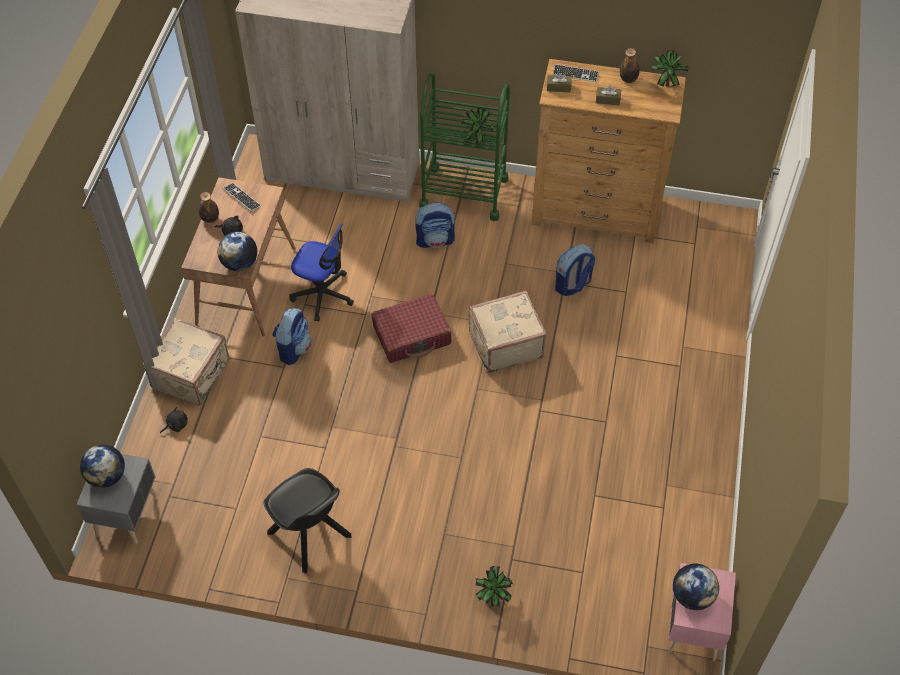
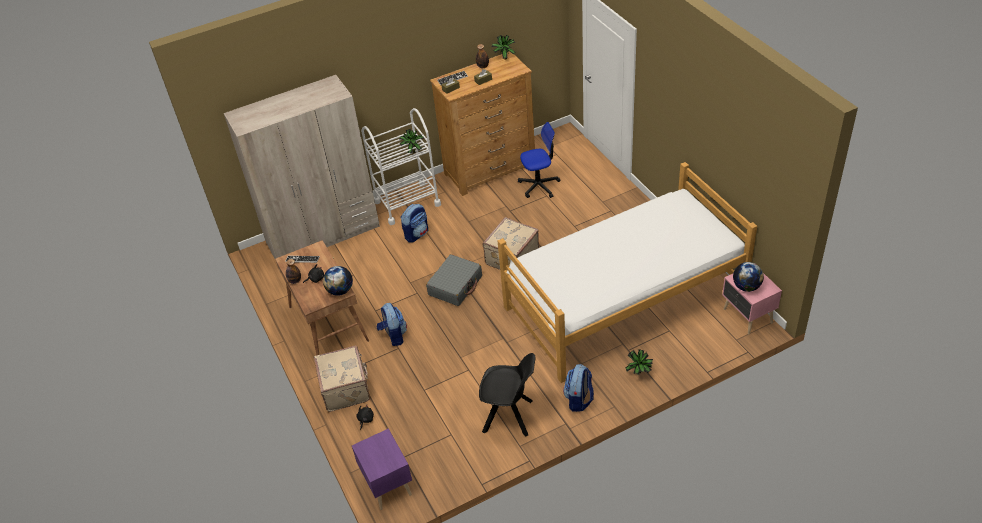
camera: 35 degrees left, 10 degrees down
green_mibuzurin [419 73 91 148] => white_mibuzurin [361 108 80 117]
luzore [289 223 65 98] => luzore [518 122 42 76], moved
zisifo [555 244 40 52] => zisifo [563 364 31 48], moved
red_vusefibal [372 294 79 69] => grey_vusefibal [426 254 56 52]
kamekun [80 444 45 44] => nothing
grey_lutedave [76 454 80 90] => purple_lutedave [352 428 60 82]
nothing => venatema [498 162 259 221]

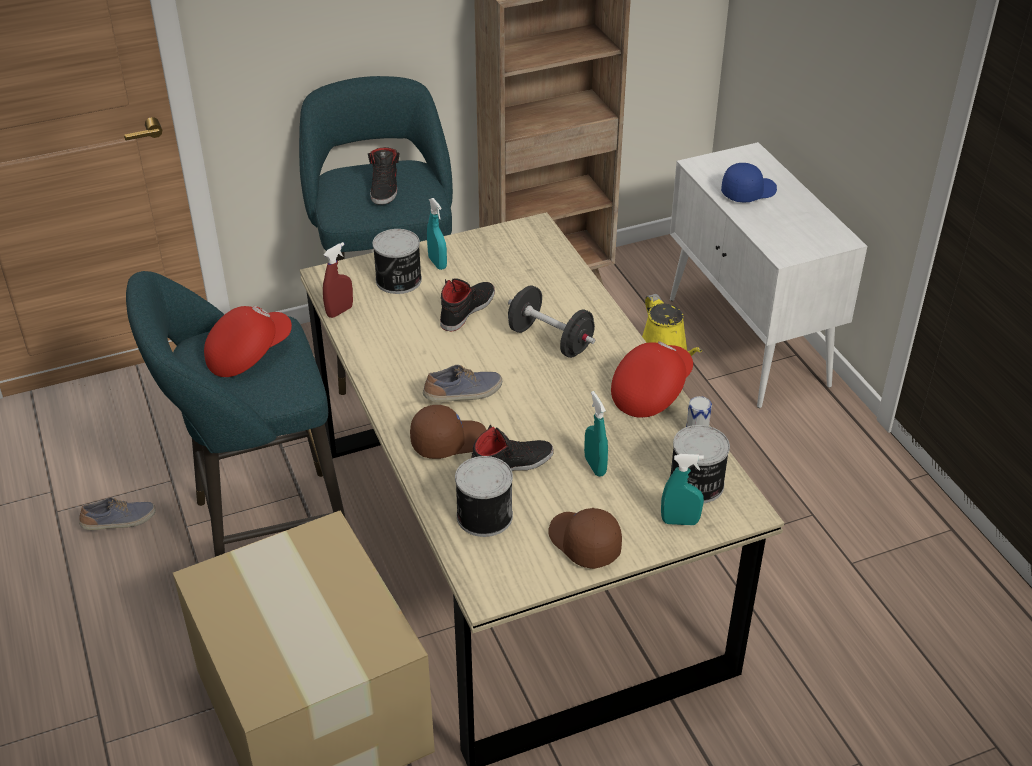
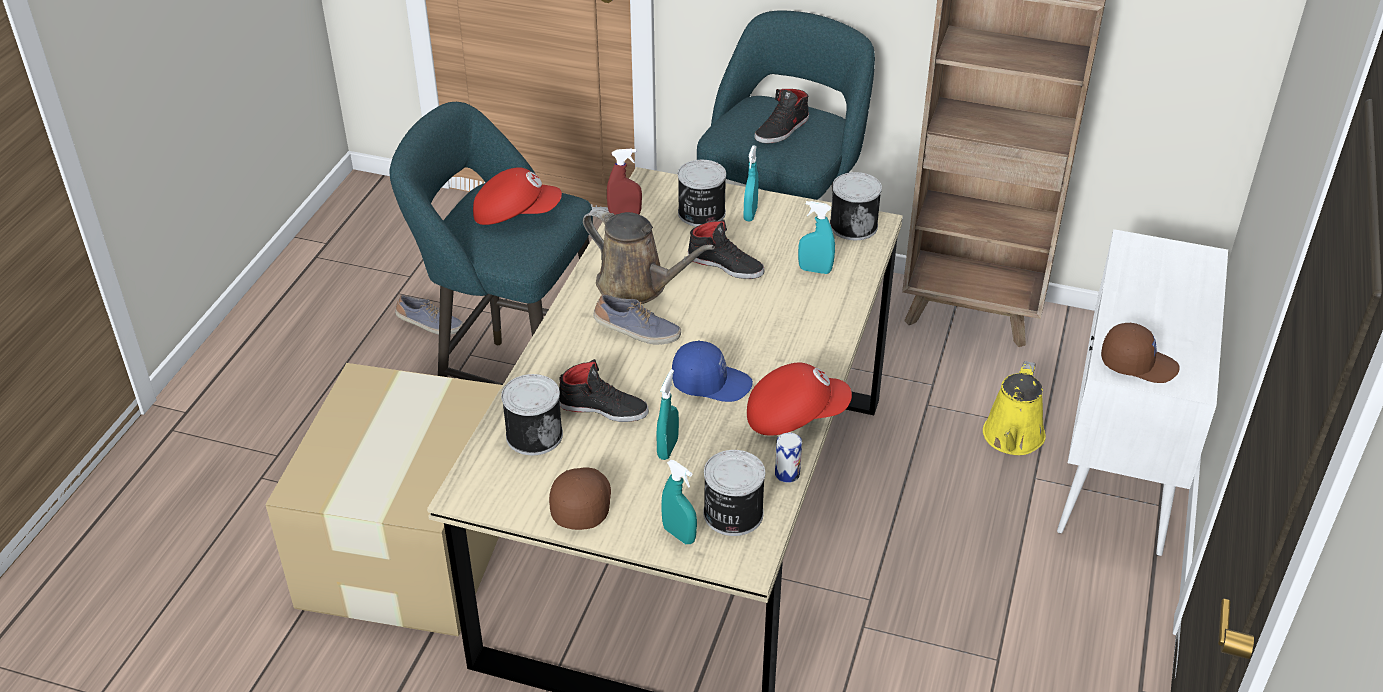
camera: 40 degrees right, 0 degrees up
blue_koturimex [721 163 56 39] => blue_koturimex [672 341 81 61], moved
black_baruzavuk [440 278 55 54] => black_baruzavuk [688 219 76 60], 45 degrees clockwise
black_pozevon [508 285 87 73] => nothing
brown_koturimex [410 405 77 54] => brown_koturimex [1101 323 79 60], moved
nothing => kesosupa [830 172 52 68]
nothing => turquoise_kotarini [798 201 37 73]
nothing => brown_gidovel [583 208 132 96]

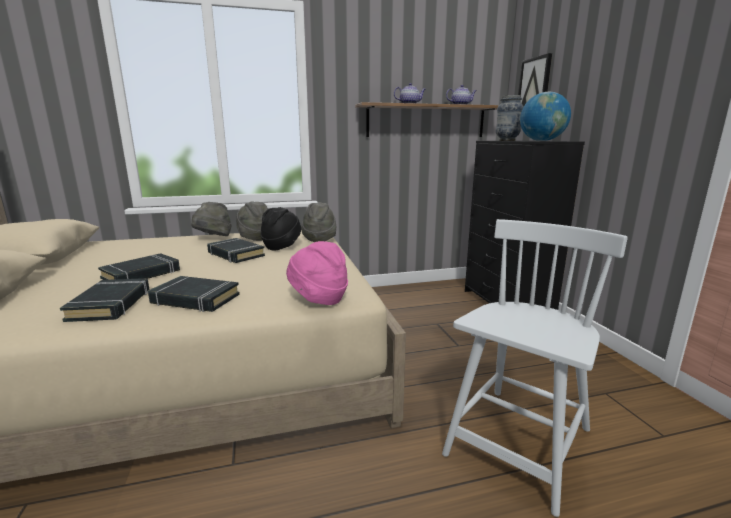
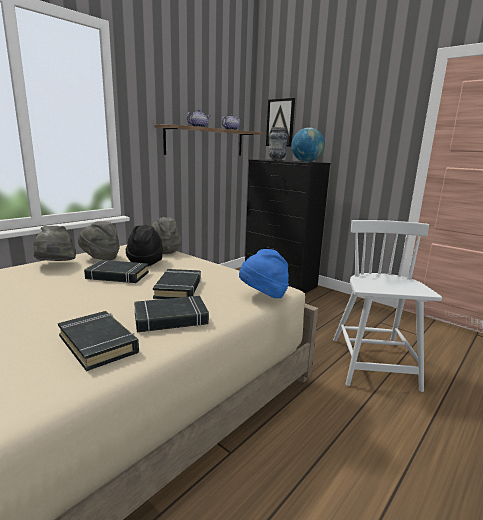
camera: 35 degrees left, 0 degrees up
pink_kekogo [286 241 62 64] => blue_kekogo [239 249 50 49]
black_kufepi [98 253 82 27] => black_kufepi [153 269 48 30], moved

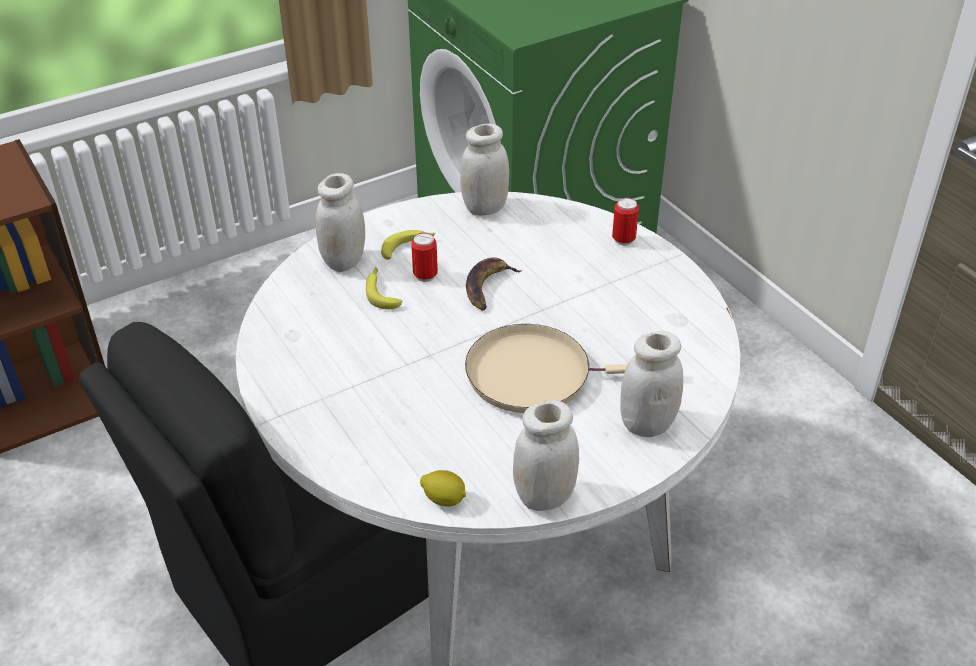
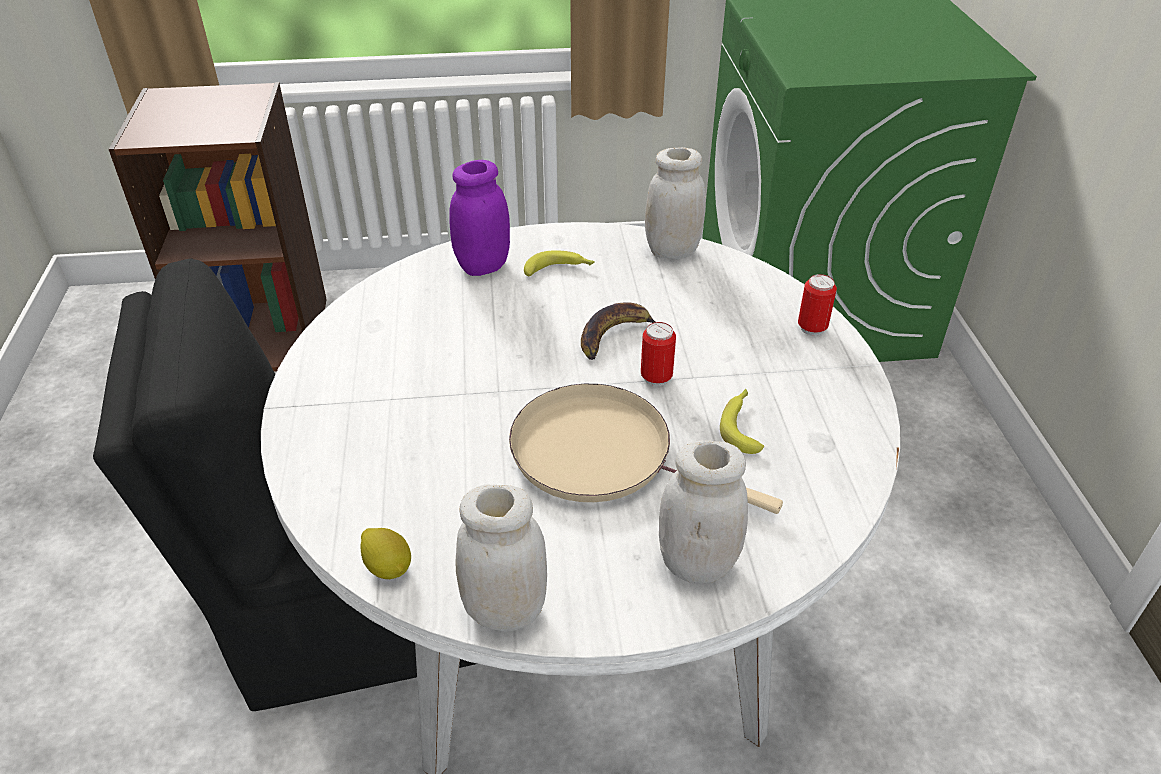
camera: 25 degrees right, 0 degrees up
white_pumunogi [316 173 49 99] => purple_pumunogi [449 160 61 116]
kesosupa [411 233 27 49] => kesosupa [641 322 35 64], moved
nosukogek [366 267 37 42] => nosukogek [720 389 44 65], moved

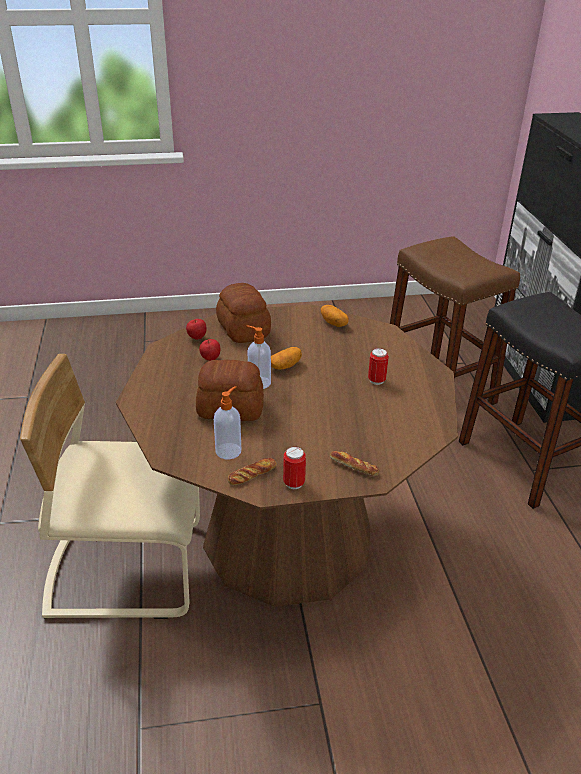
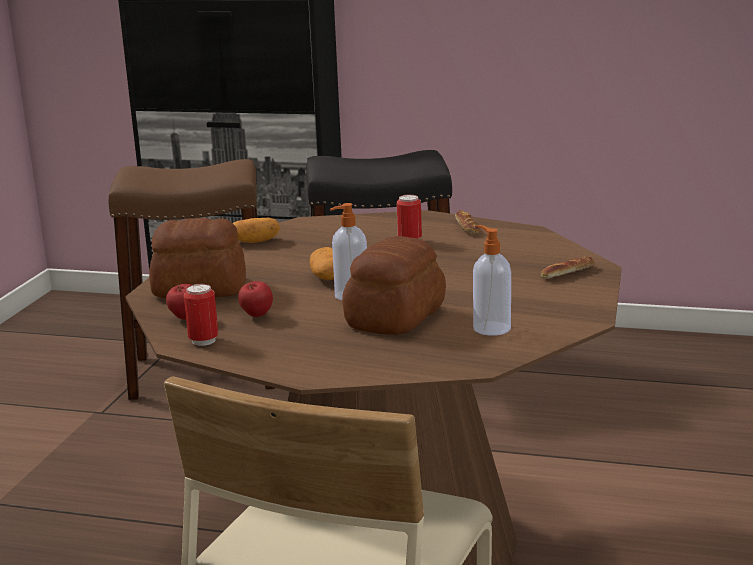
camera: 65 degrees left, 15 degrees down
kesosupa [283 446 23 43] => kesosupa [184 284 34 62], moved
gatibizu [228 458 49 27] => gatibizu [455 210 25 24], moved

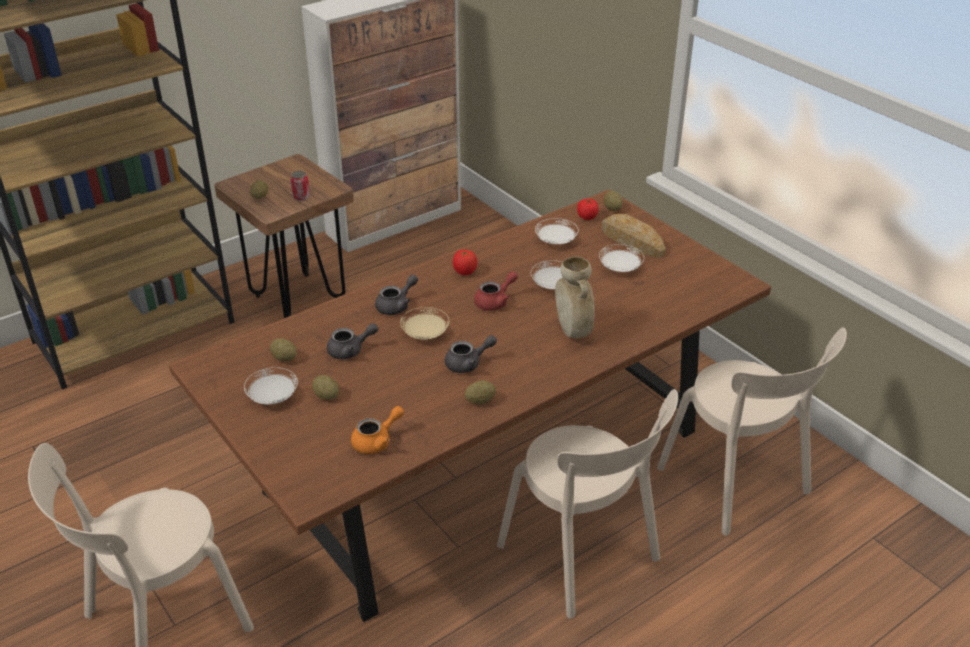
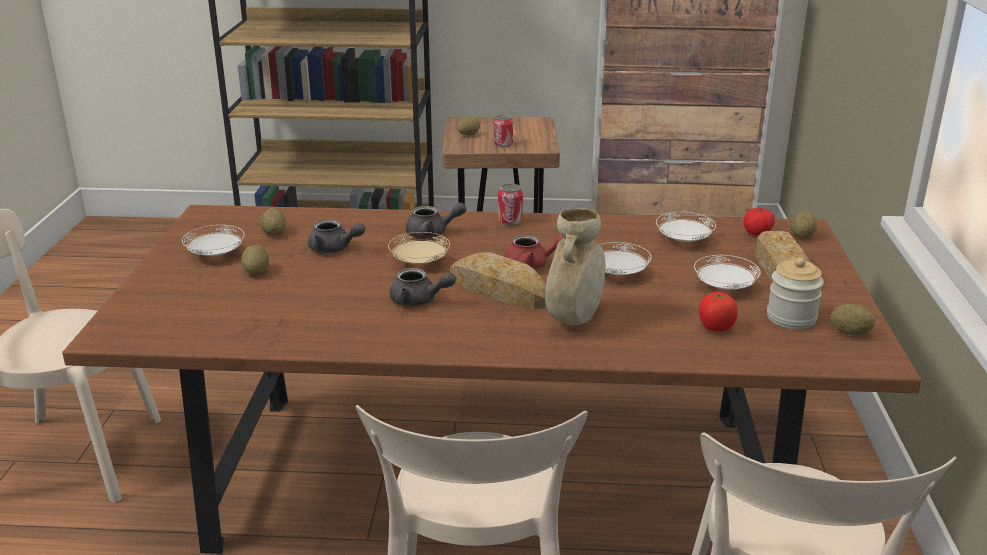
camera: 40 degrees right, 10 degrees down
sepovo [453 250 24 25] => sepovo [699 292 39 40], moved
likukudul [465 380 31 24] => likukudul [830 304 45 32], moved
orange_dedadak [351 406 53 48] => nothing
nothing => kesosupa [498 184 25 42]
nothing => gatibizu [450 252 96 58]
nothing => pumunogi [767 258 57 71]

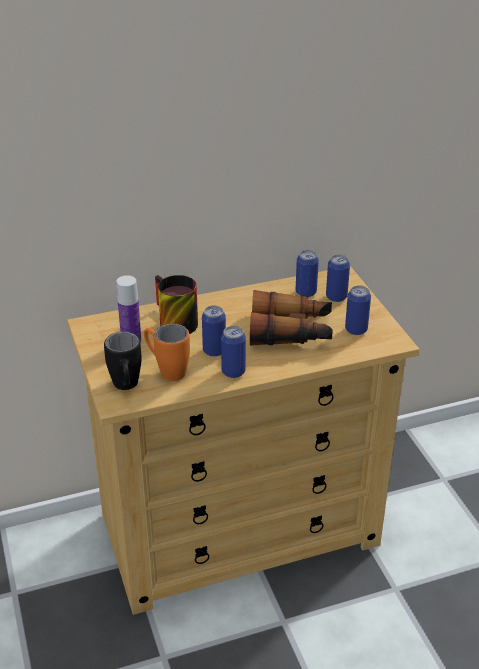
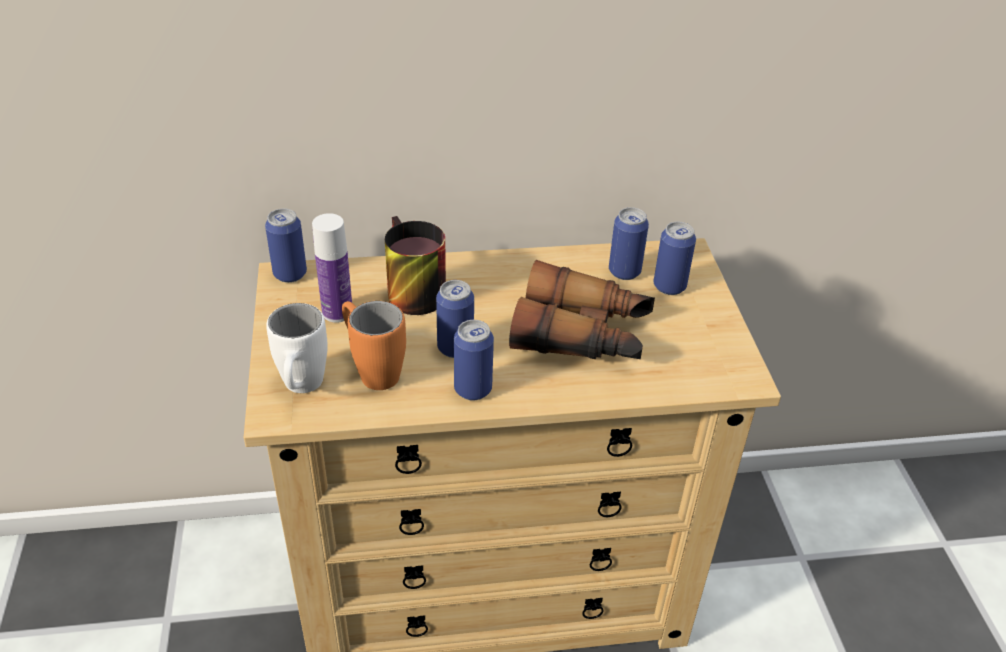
camera: 10 degrees right, 5 degrees up
kesosupa [345 285 26 50] => kesosupa [265 208 42 75], moved
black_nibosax [104 332 38 58] => white_nibosax [266 303 62 90]

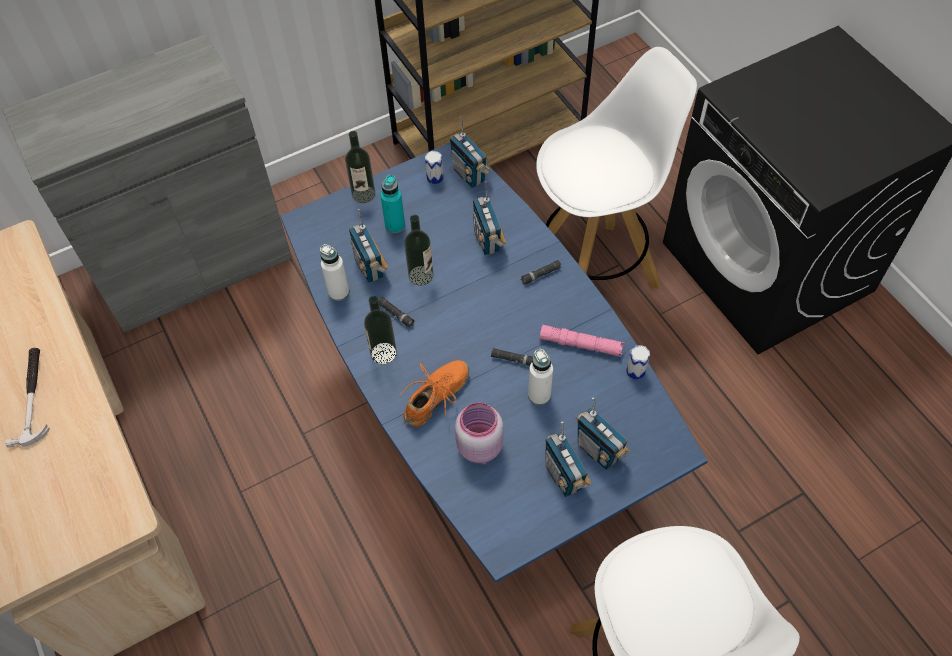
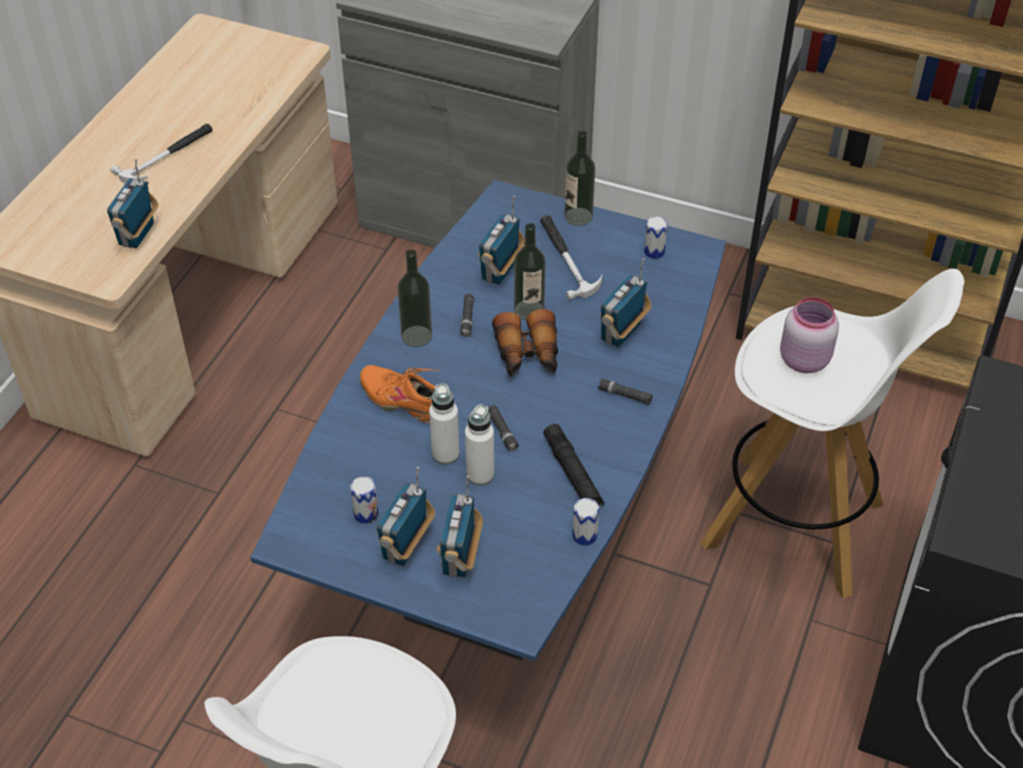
camera: 50 degrees right, 10 degrees down
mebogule [450 117 41 71] => mebogule [107 159 52 89], moved
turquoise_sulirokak [380 175 25 58] => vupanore [540 215 62 85]
white_sulirokak [320 244 29 57] => white_sulirokak [429 383 31 82], moved
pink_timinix [540 325 84 32] => black_timinix [543 424 61 82]
orange_baruzavuk [400 360 69 67] => orange_baruzavuk [359 365 81 59], 150 degrees counterclockwise
pink_pumunogi [455 403 48 60] => pink_pumunogi [780 297 59 76], moved
nothing => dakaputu [492 309 66 68]
nothing => kesosupa [350 476 29 48]

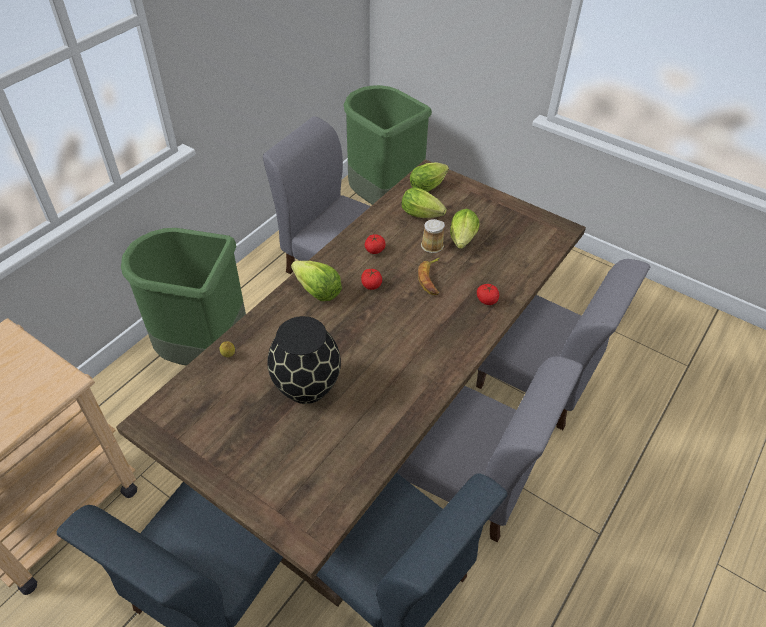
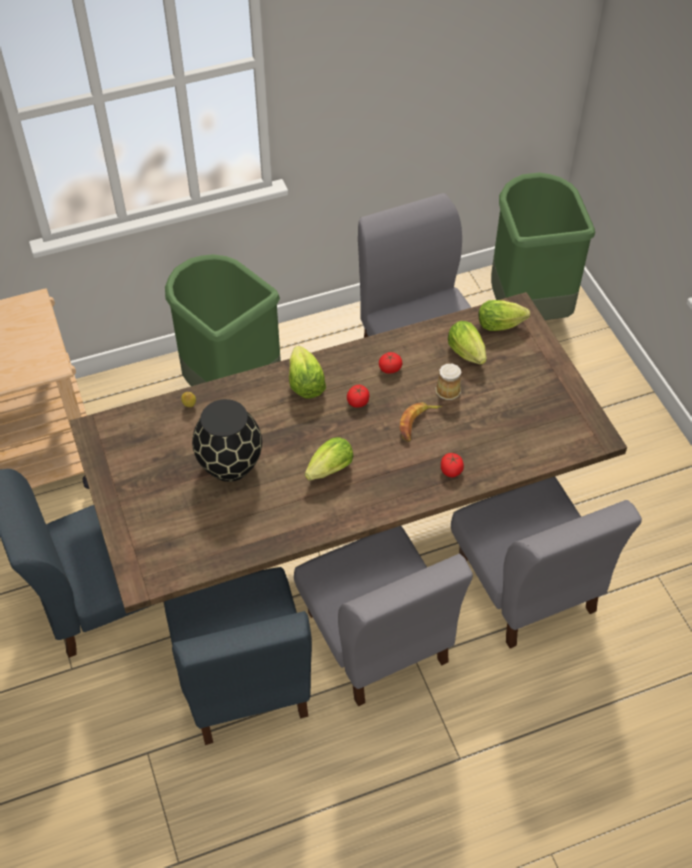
camera: 35 degrees right, 5 degrees up
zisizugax [450 208 30 41] => zisizugax [305 437 49 43], moved

